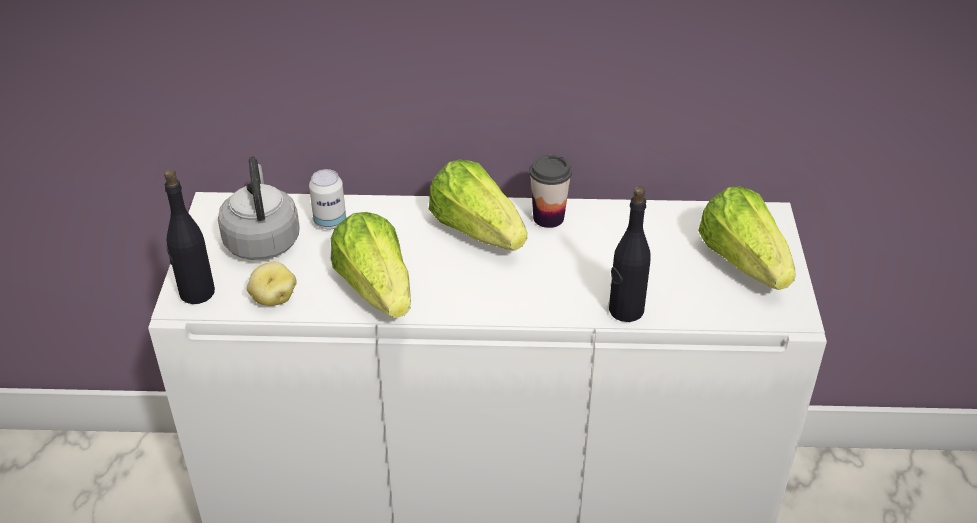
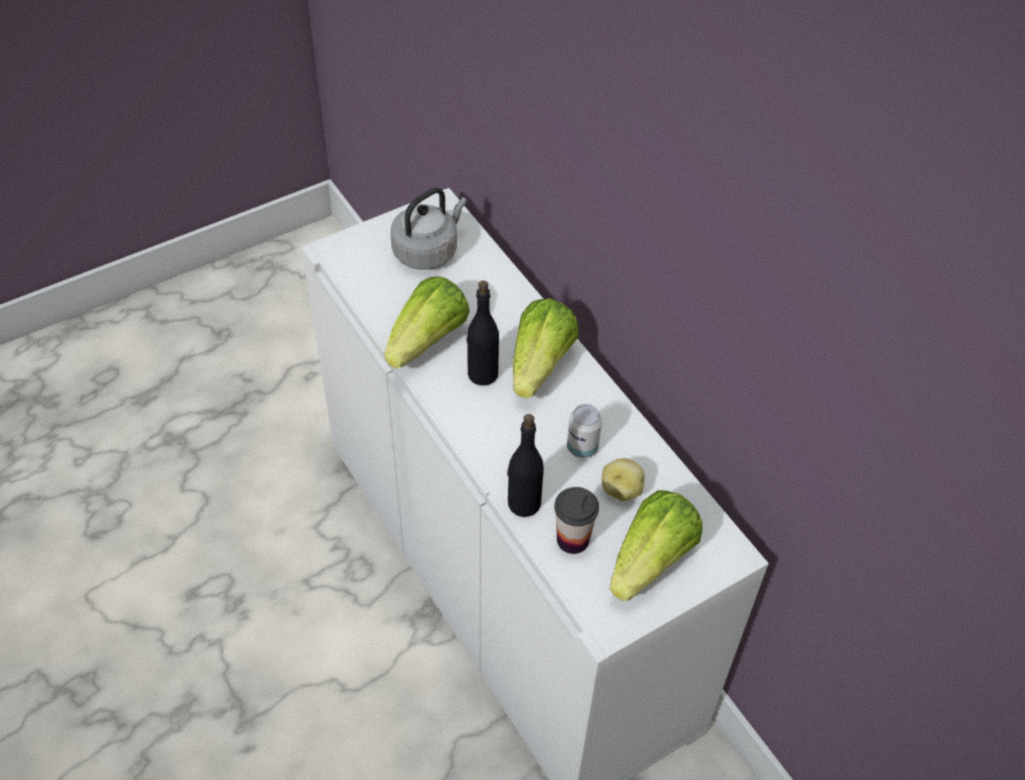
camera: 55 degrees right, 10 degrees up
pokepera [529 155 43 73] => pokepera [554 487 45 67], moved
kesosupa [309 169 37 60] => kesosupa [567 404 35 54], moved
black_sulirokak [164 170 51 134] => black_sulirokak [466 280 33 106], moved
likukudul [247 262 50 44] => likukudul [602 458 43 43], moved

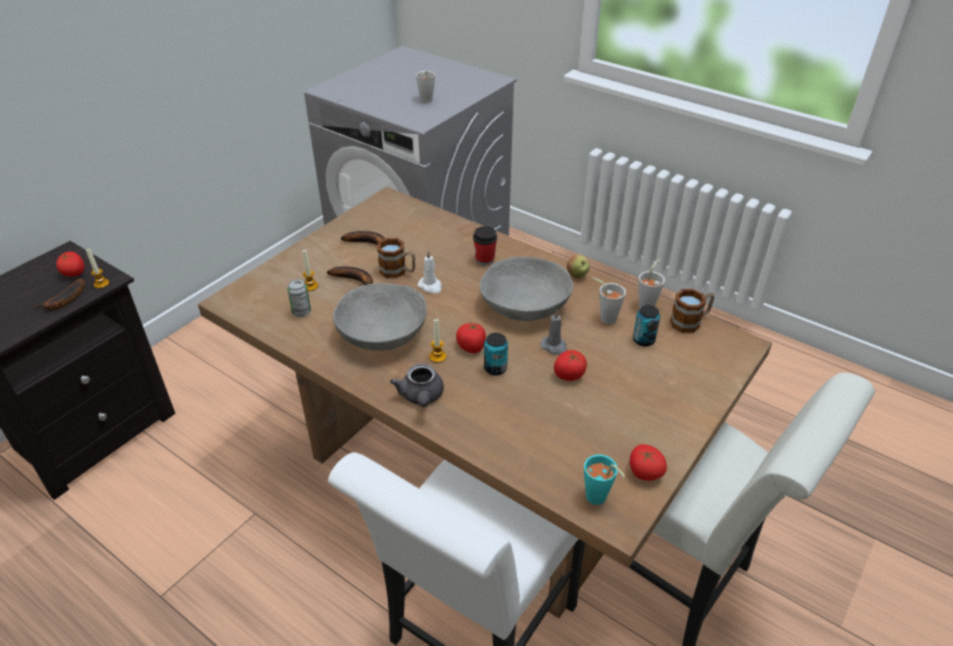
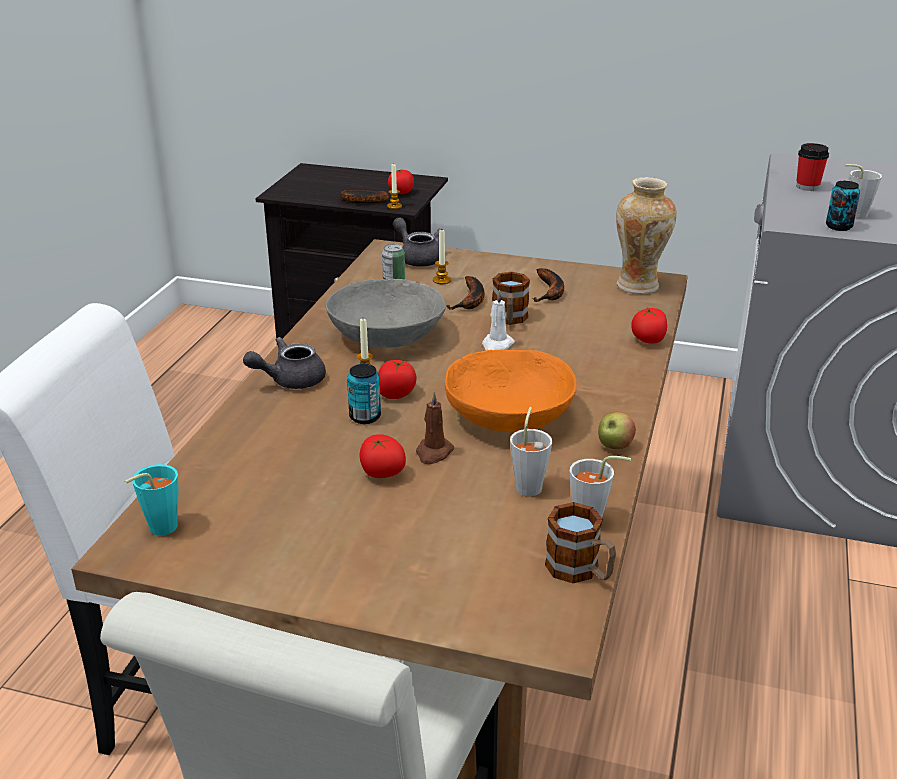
camera: 70 degrees right, 10 degrees down
pokepera [473 226 24 40] => pokepera [796 143 33 48], moved
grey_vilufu [480 257 94 64] => orange_vilufu [445 350 132 82]
kesosupa [633 305 27 41] => kesosupa [826 181 34 50], moved
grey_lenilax [540 310 27 45] => brown_lenilax [416 391 38 73]
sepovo [630 444 37 37] => sepovo [631 307 36 37], moved
nothing => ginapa [616 177 61 117]
nothing => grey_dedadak [393 217 50 50]

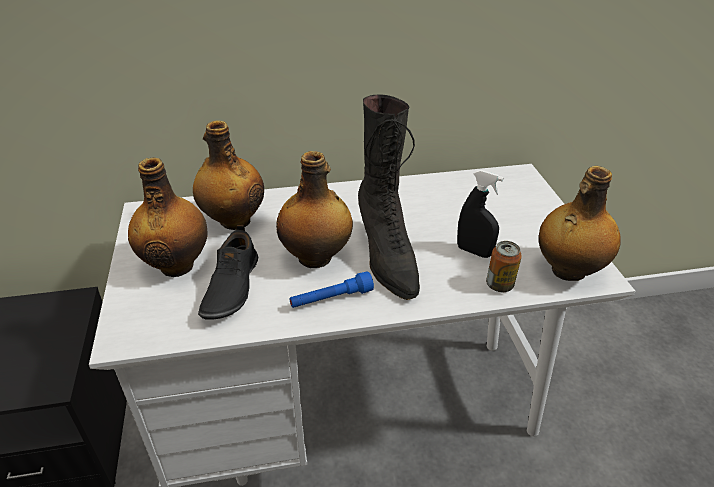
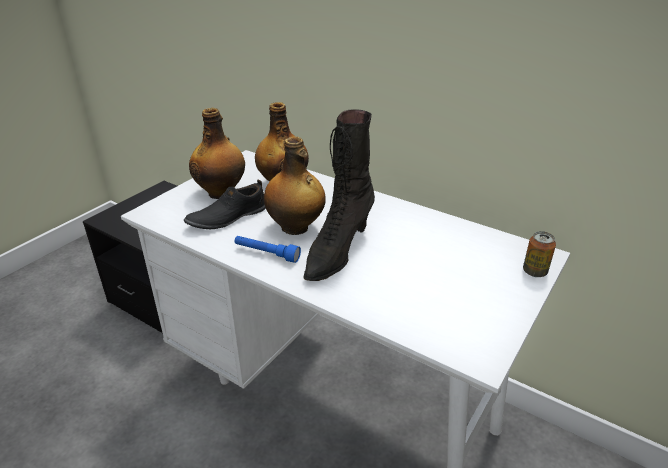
camera: 45 degrees right, 5 degrees down
sulirokak [539 166 82 115] => nothing
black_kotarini [457 170 47 88] => nothing
kesosupa [486 241 36 51] => kesosupa [523 231 33 46], moved

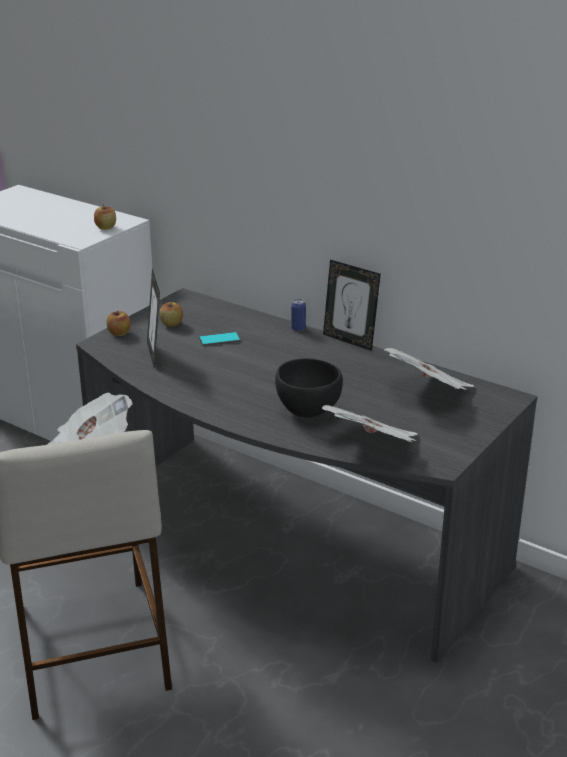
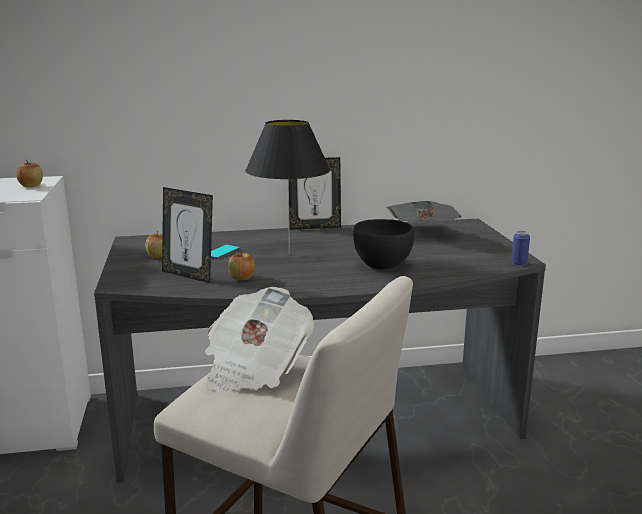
camera: 45 degrees left, 10 degrees down
kesosupa [291 298 15 33] => kesosupa [511 231 19 35], moved
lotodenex [107 311 24 25] => lotodenex [228 251 27 29], moved
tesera [322 405 95 37] => nothing
nothing => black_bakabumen [245 120 85 134]

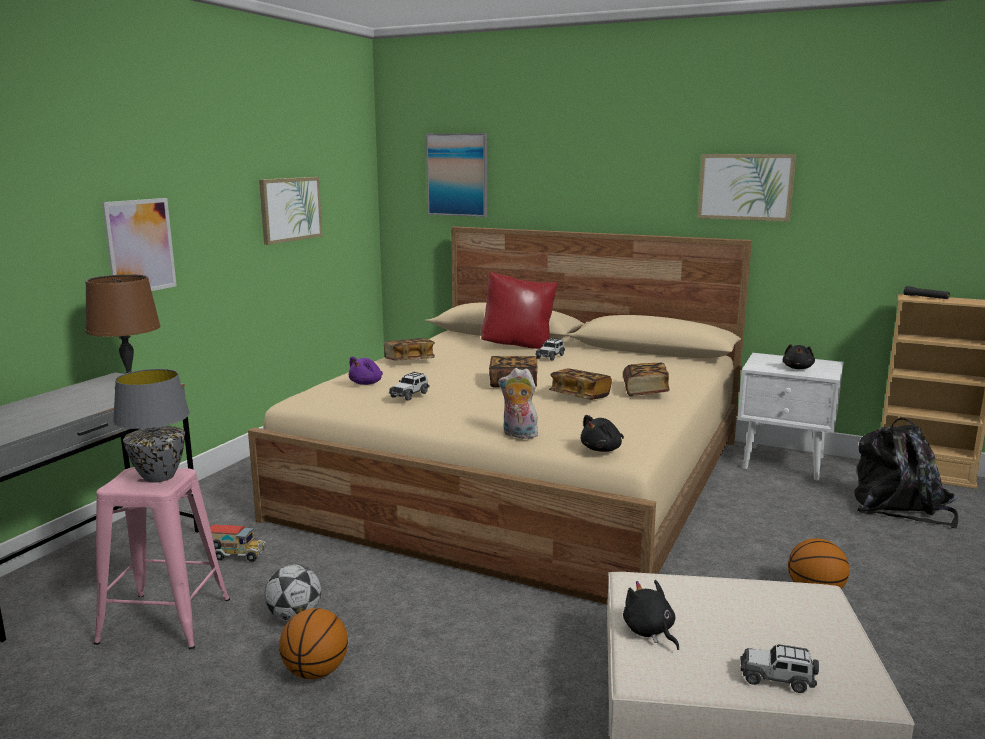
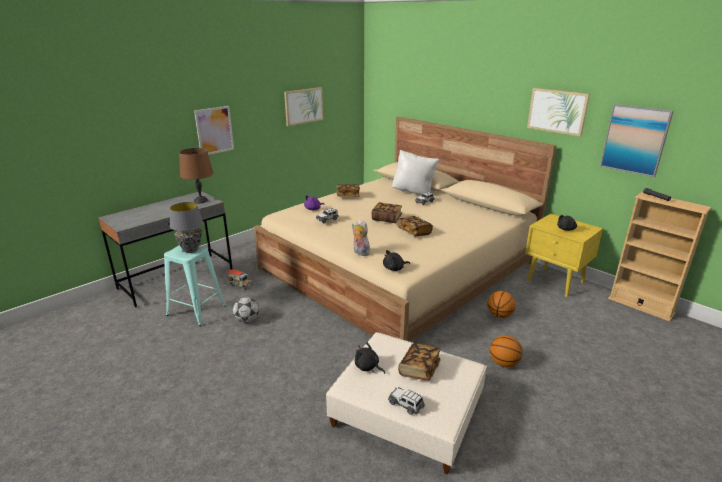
camera: 20 degrees right, 10 degrees up
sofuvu [426 133 61 84] => sofuvu [600 104 74 73], moved
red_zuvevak [481 271 77 78] => white_zuvevak [392 150 47 45]
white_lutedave [737 353 107 127] => yellow_lutedave [525 214 78 83]
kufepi [623 363 47 33] => kufepi [398 343 43 38], moved
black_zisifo [854 418 104 110] => nothing
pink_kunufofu [94 467 136 182] => turquoise_kunufofu [164 245 62 81]
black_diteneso [623 580 56 70] => black_diteneso [355 342 30 32], 45 degrees counterclockwise
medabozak [279 608 69 71] => medabozak [487 291 29 27], moved

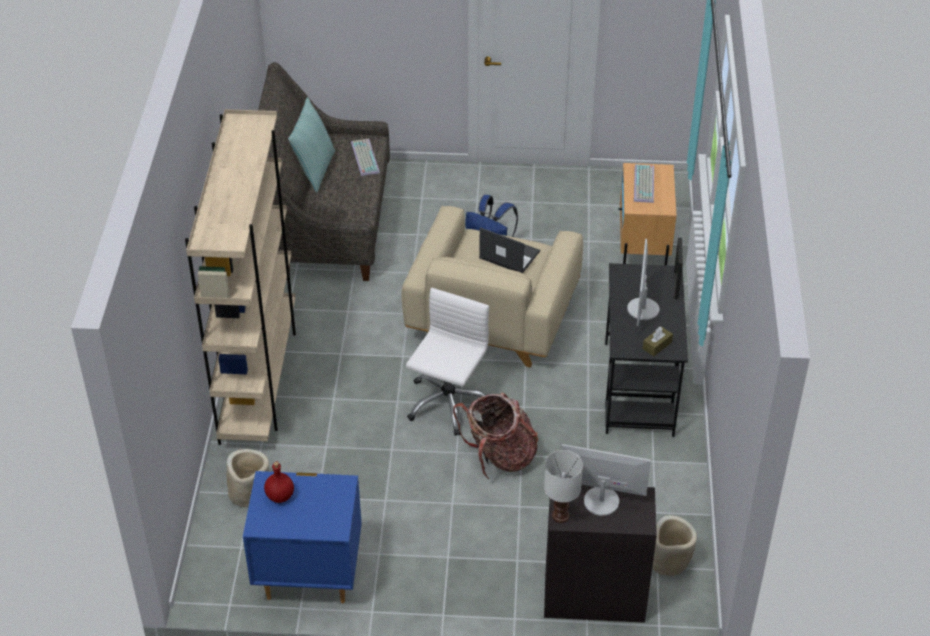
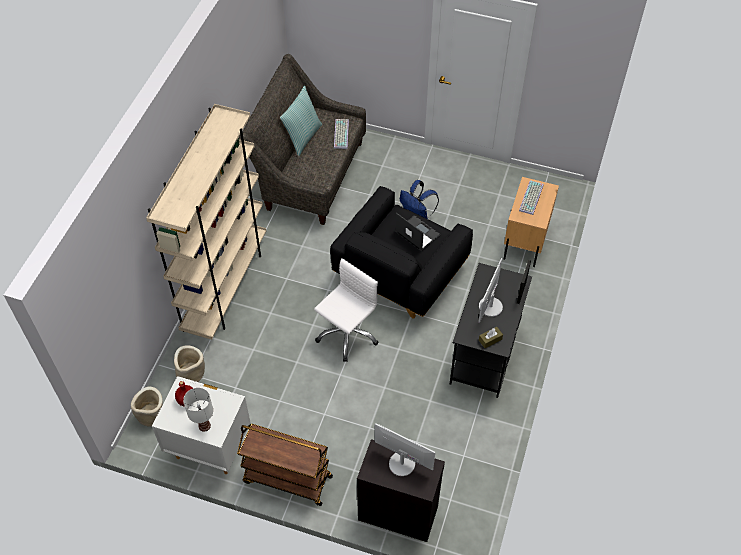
camera: 15 degrees right, 10 degrees up
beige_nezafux [401 206 182 162] => black_nezafux [330 186 143 133]
zisifo [453 393 85 86] => nothing
white_bakabumen [544 450 39 73] => white_bakabumen [183 388 30 44], moved
blue_lutedave [243 471 119 132] => white_lutedave [152 376 98 98]
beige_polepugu [652 515 45 61] => beige_polepugu [131 387 32 40], moved
nothing => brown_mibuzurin [237 424 96 82]

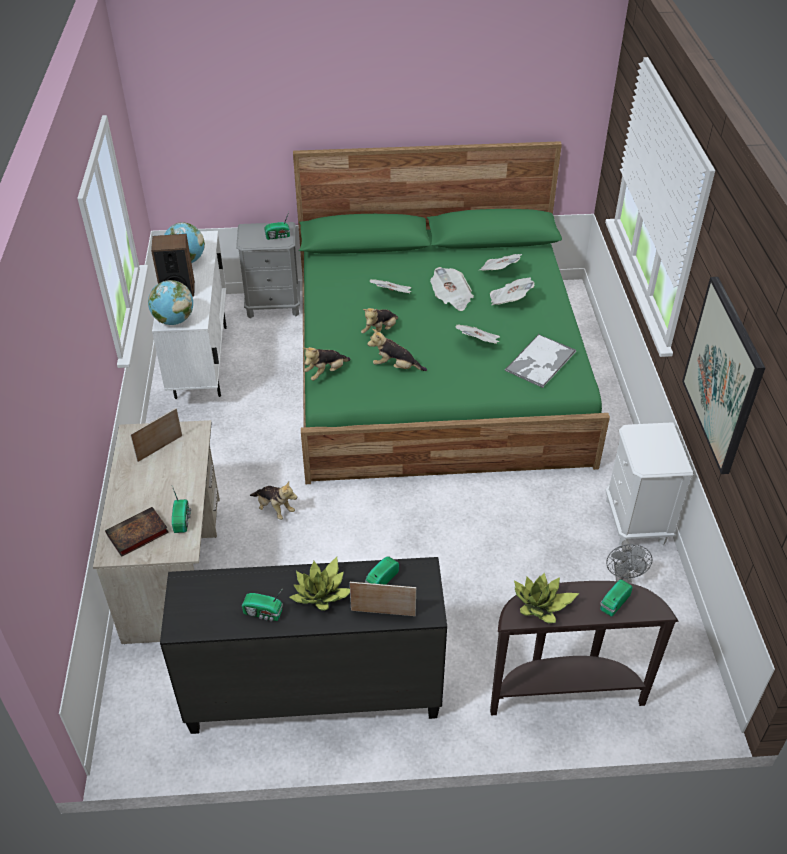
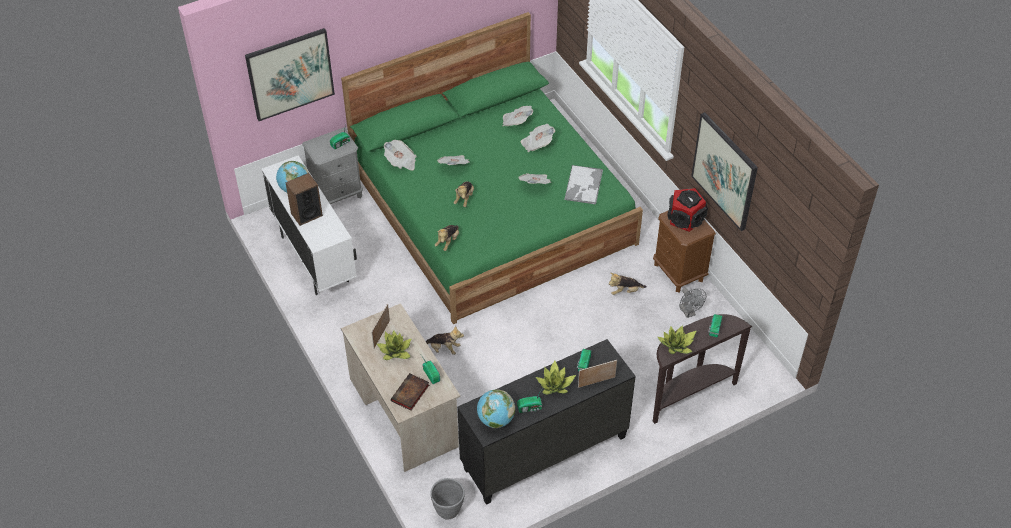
camera: 25 degrees left, 5 degrees up
tesera [430 267 44 44] => tesera [384 140 32 31], moved
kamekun [148 280 45 45] => kamekun [477 389 38 39], moved
diteneso [367 329 60 42] => diteneso [609 273 38 22], moved
white_lutedave [605 422 88 124] => brown_lutedave [653 211 63 82]
nothing => sofuvu [245 28 90 93]
nothing => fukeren [667 188 41 44]
nothing => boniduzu [377 331 35 29]
nothing => grey_polepugu [430 478 35 42]

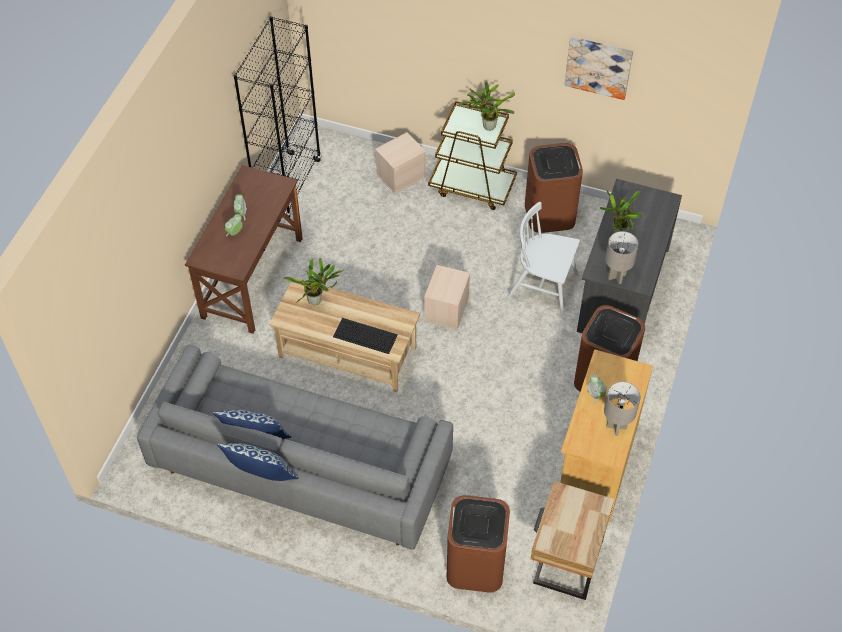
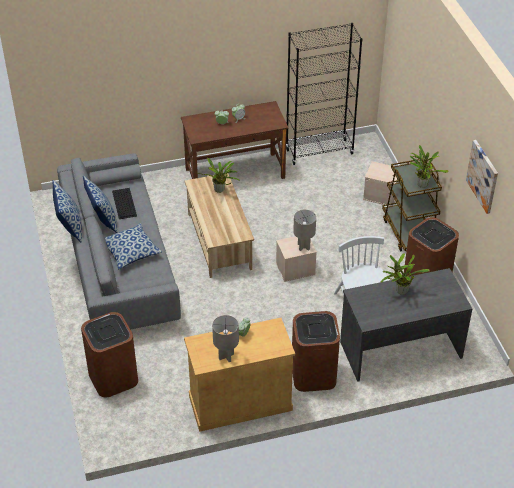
camera: 55 degrees right, 10 degrees down
grey_bakabumen [605 231 34 53] => grey_bakabumen [293 210 23 41], moved
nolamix [333 318 65 36] => nolamix [112 188 25 31], moved
beige_lutedave [531 481 83 119] => nothing
nothing => zuvevak [104 223 58 46]

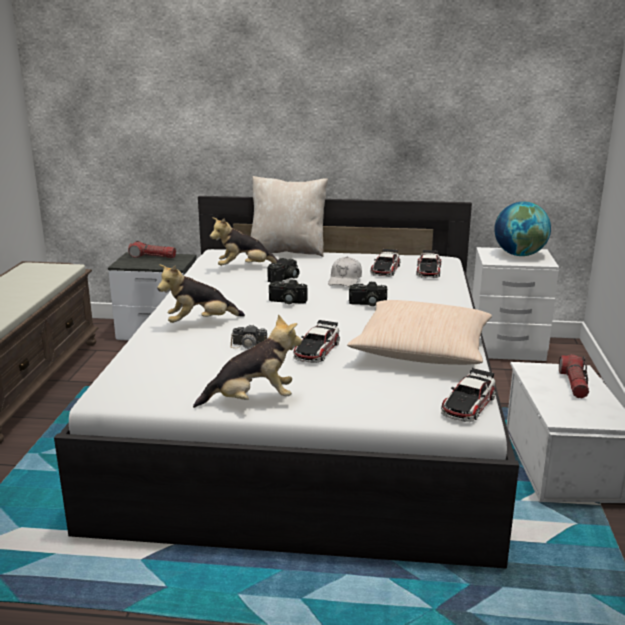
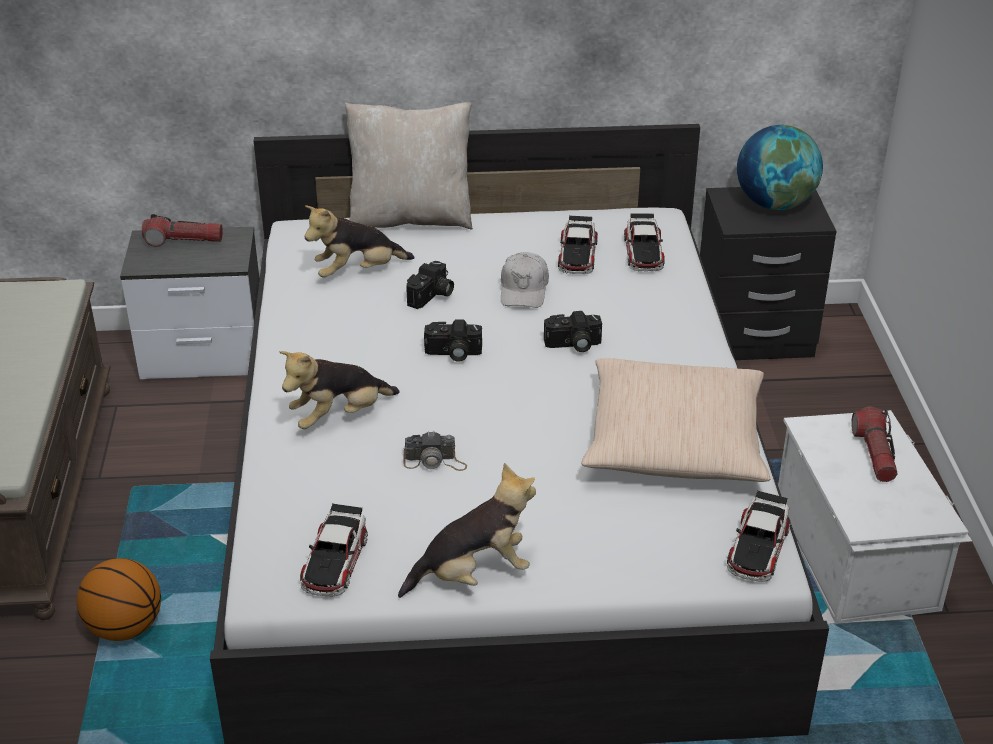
camera: 10 degrees left, 15 degrees up
white_lutedave [472 247 87 114] => black_lutedave [700 187 136 173]
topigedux [293 320 47 43] => topigedux [300 504 68 93], moved
nothing => medabozak [77 558 84 83]

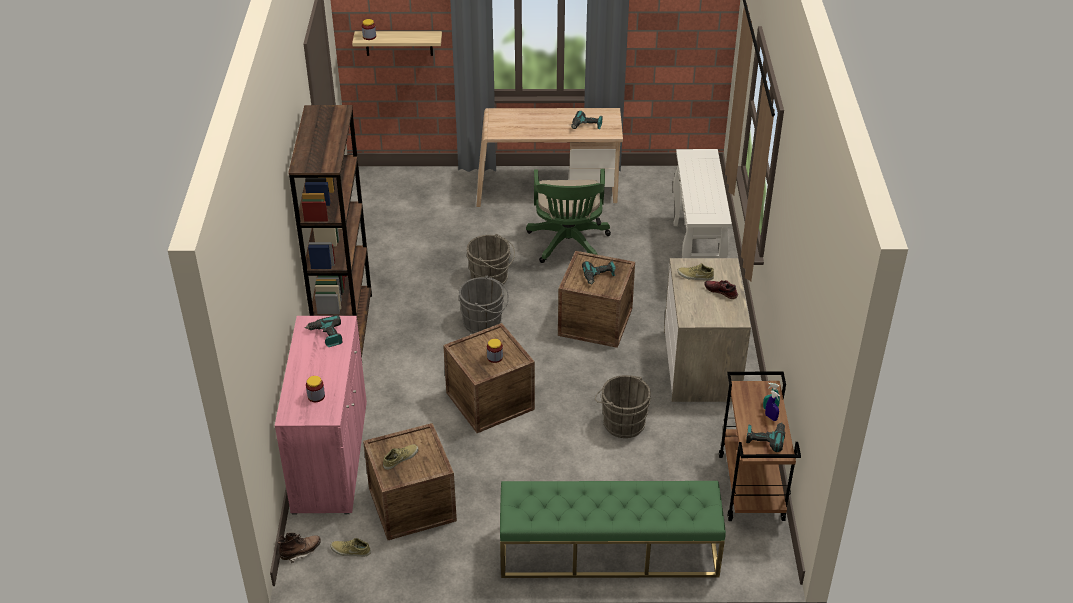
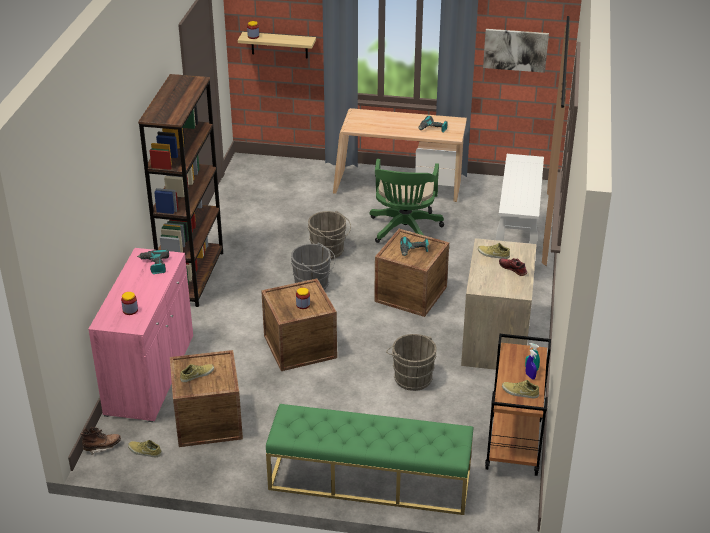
camera: 10 degrees right, 5 degrees down
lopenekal [746 422 39 30] => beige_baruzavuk [502 380 37 18]
nothing => sofuvu [483 29 66 44]

